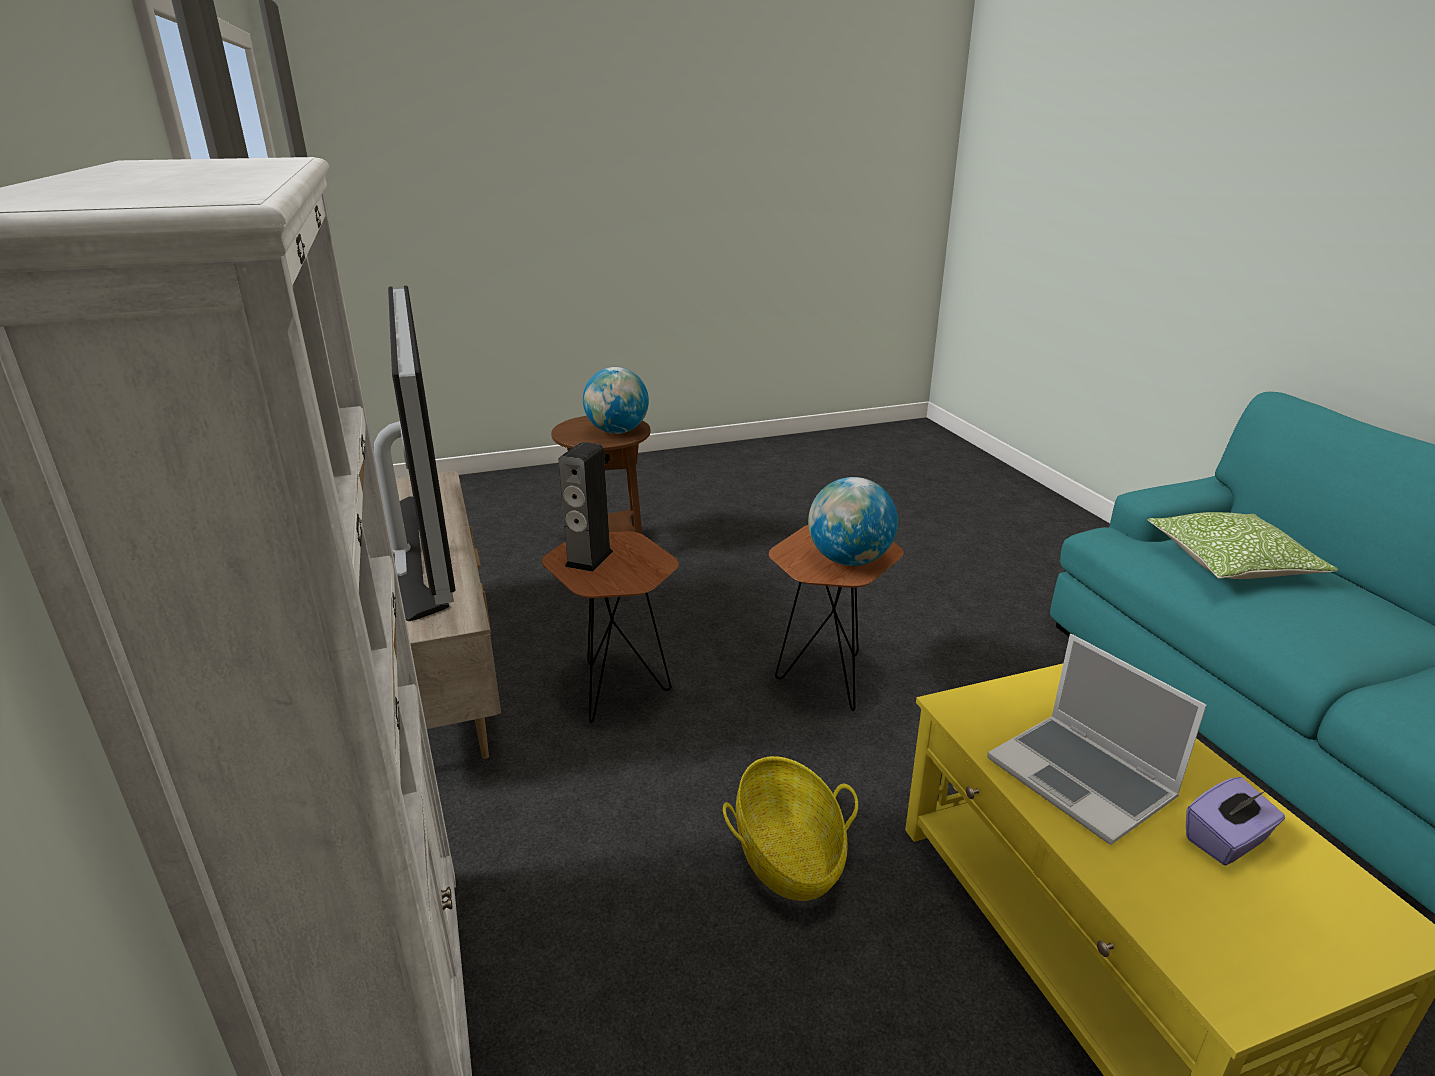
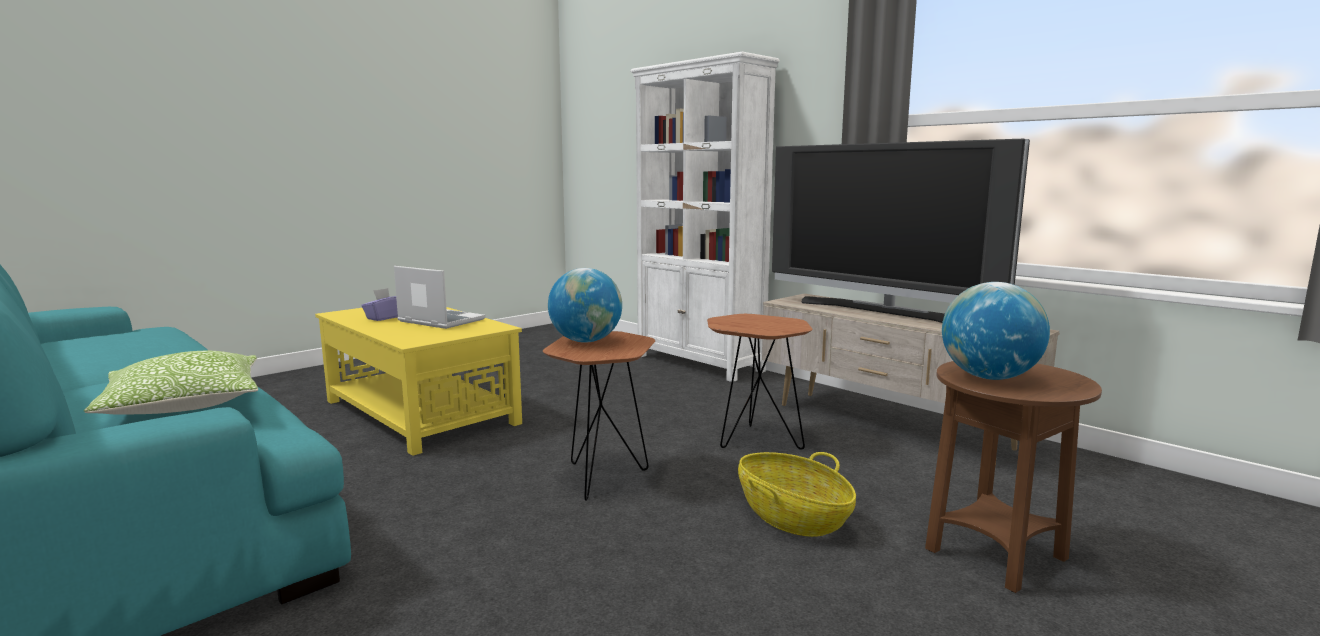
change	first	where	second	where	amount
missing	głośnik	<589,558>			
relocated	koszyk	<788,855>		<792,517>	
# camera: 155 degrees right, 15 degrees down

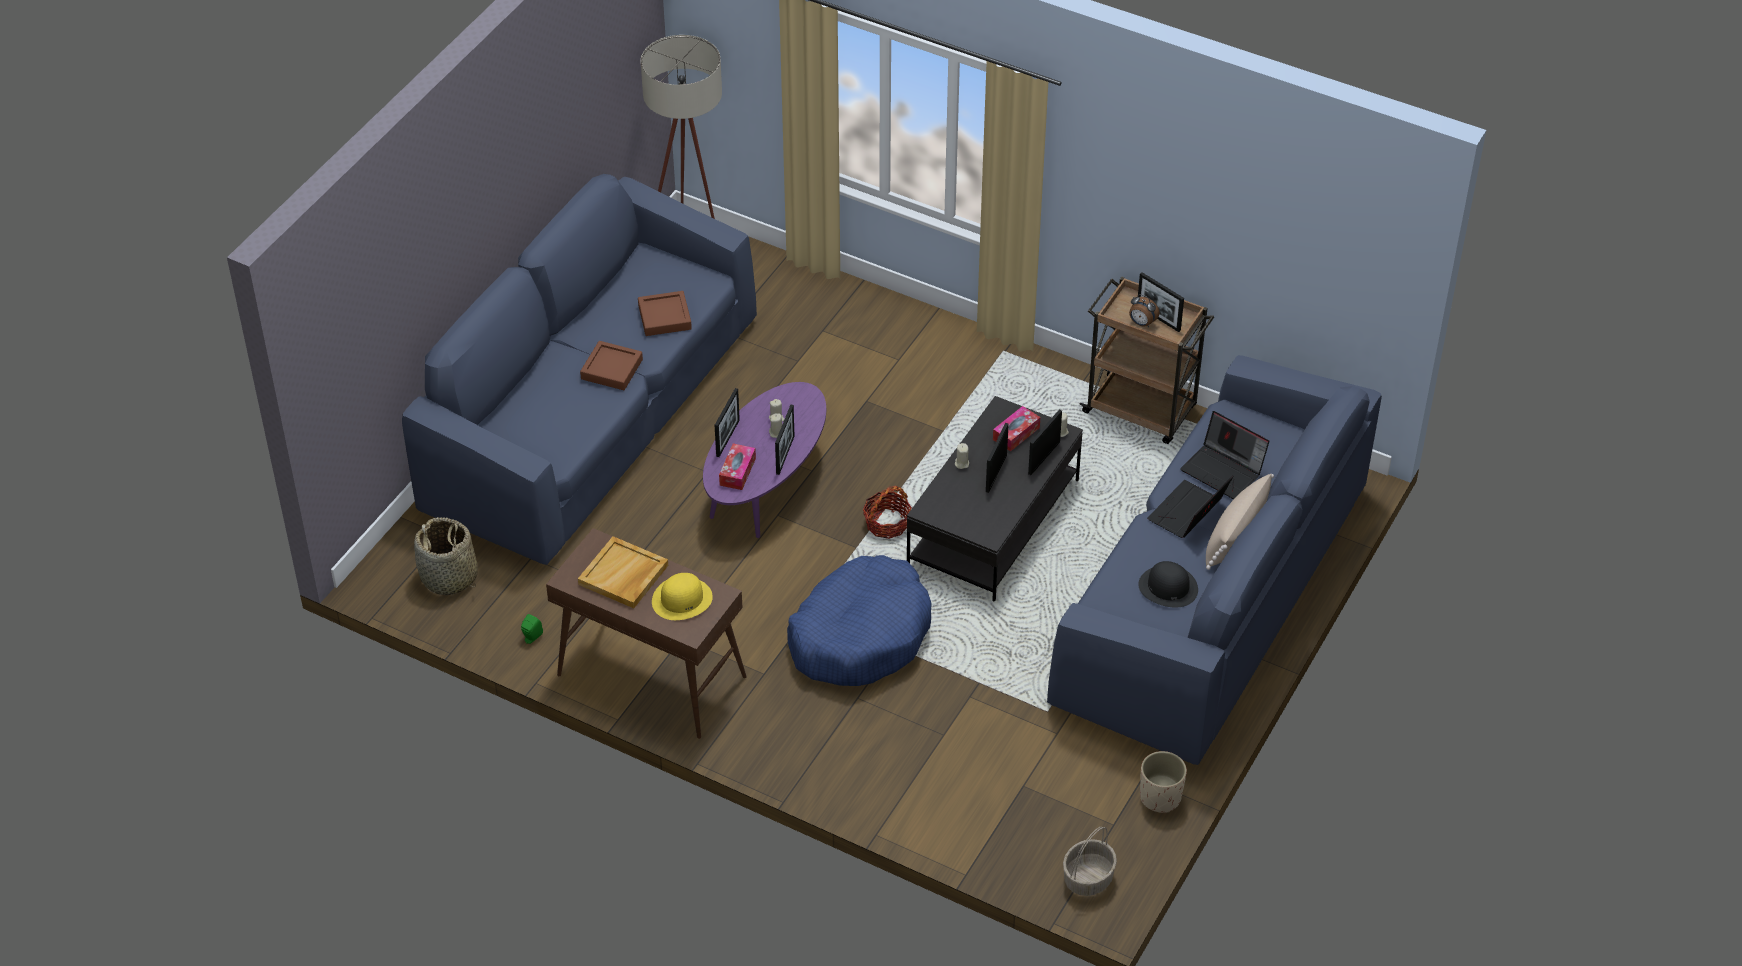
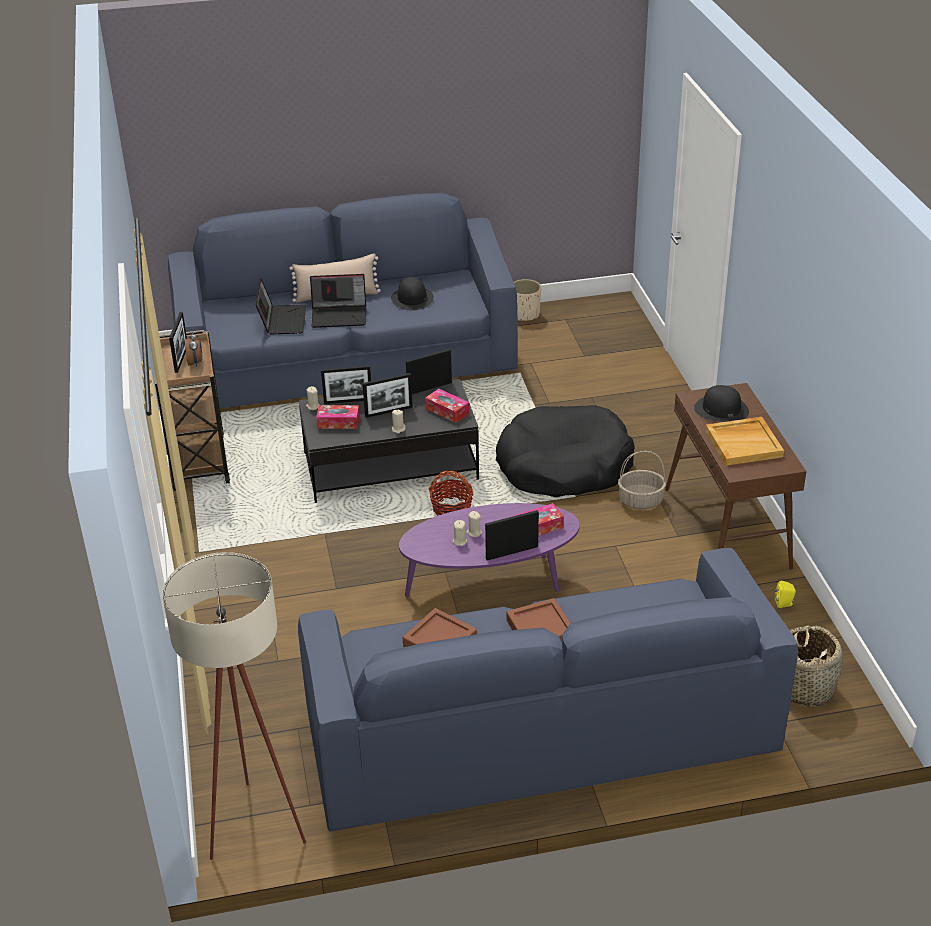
change	first	where	second	where	amount
appeared			pudełko chusteczek	<447,411>	
relocated	ramka na zdjęcie	<785,455>		<429,388>	
relocated	koszyk	<1088,878>		<640,500>	
colour	głośnik (zielony)	<531,638>	głośnik (żółty)	<784,604>	
colour	kapelusz (żółty)	<682,599>	kapelusz (czarny)	<721,409>	
colour	legowisko (niebieski)	<860,635>	legowisko (czarny)	<563,466>	
# camera: 130 degrees left, 10 degrees down

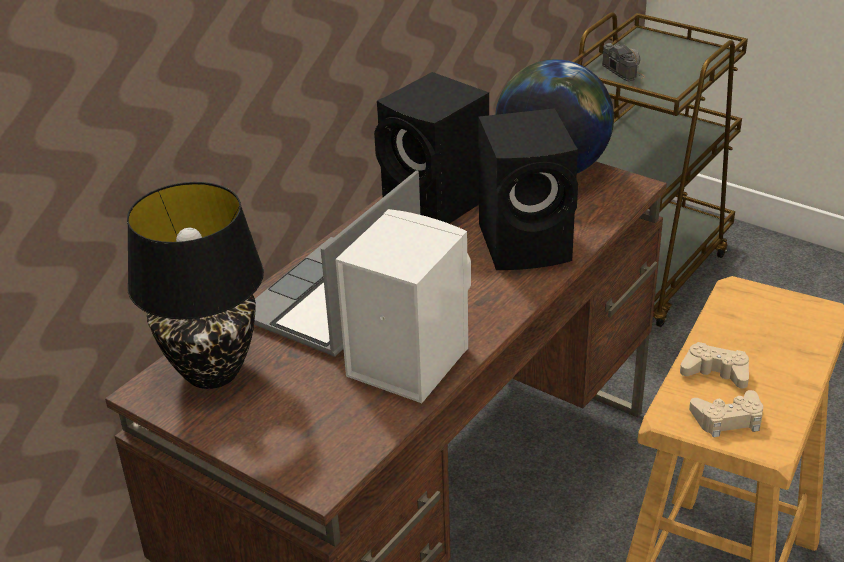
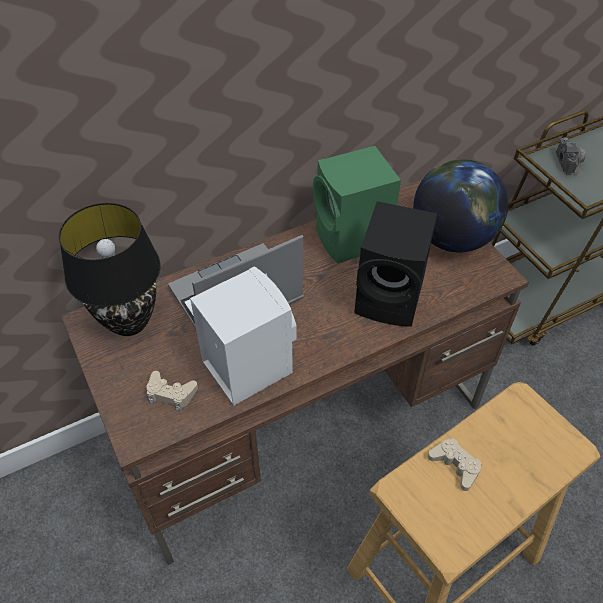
change	first	where	second	where	amount
relocated	pad do gier (beżowy)	<728,419>		<171,393>	
colour	głośnik (czarny)	<437,205>	głośnik (zielony)	<353,240>	
# camera: 25 degrees right, 15 degrees up

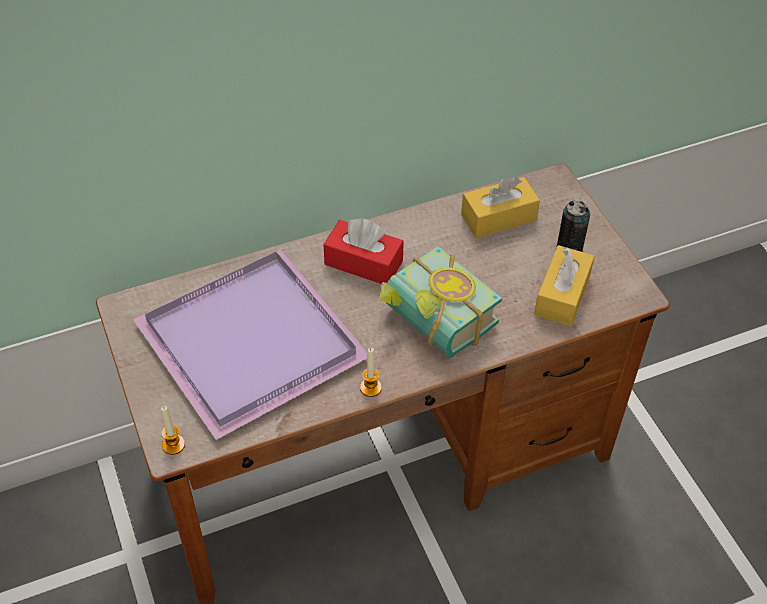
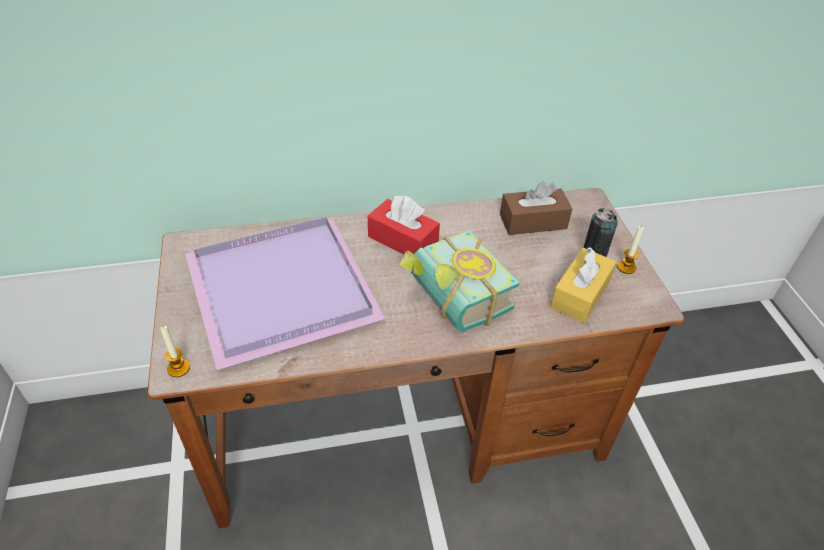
change	first	where	second	where	amount
relocated	świeca	<370,388>		<626,267>	
colour	pudełko chusteczek (żółty)	<498,217>	pudełko chusteczek (brązowy)	<533,221>	
# camera: 10 degrees right, 5 degrees down

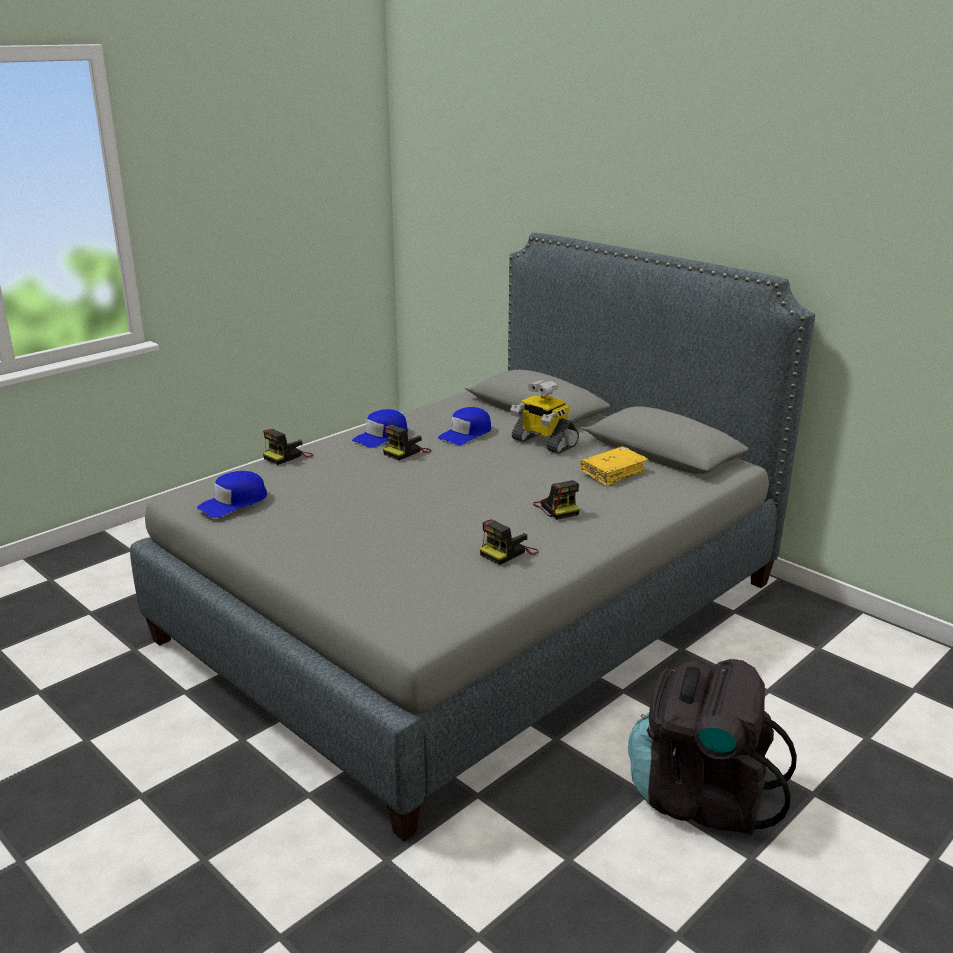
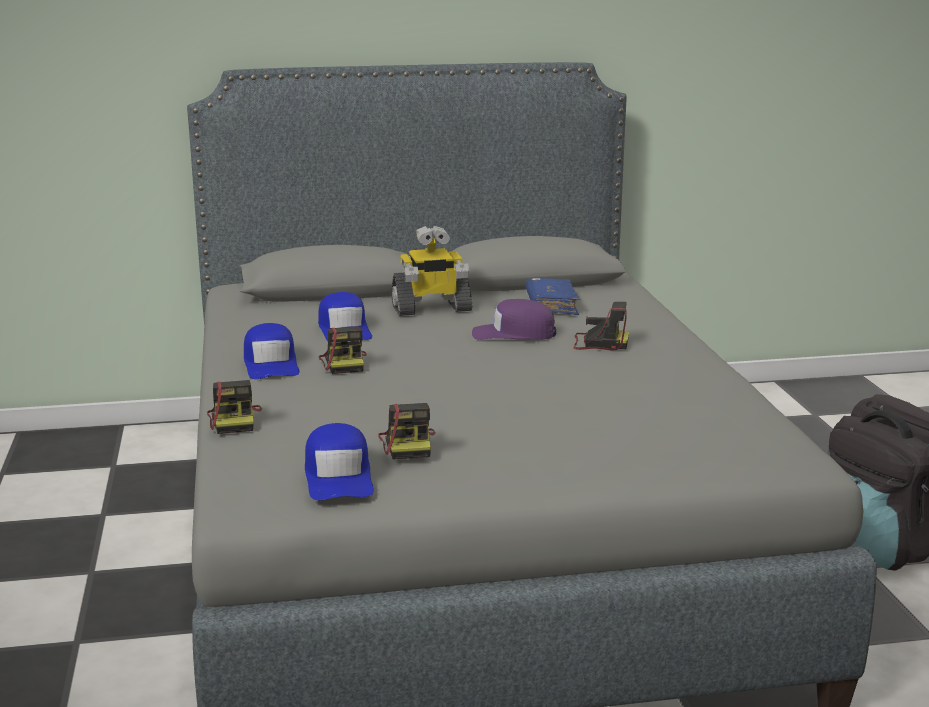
change	first	where	second	where	amount
appeared			czapka z daszkiem (fioletowy)	<513,334>	
relocated	aparat fotograficzny	<508,552>		<408,445>	
colour	książka (żółty)	<613,473>	książka (niebieski)	<551,305>	
# camera: 55 degrees left, 5 degrees down

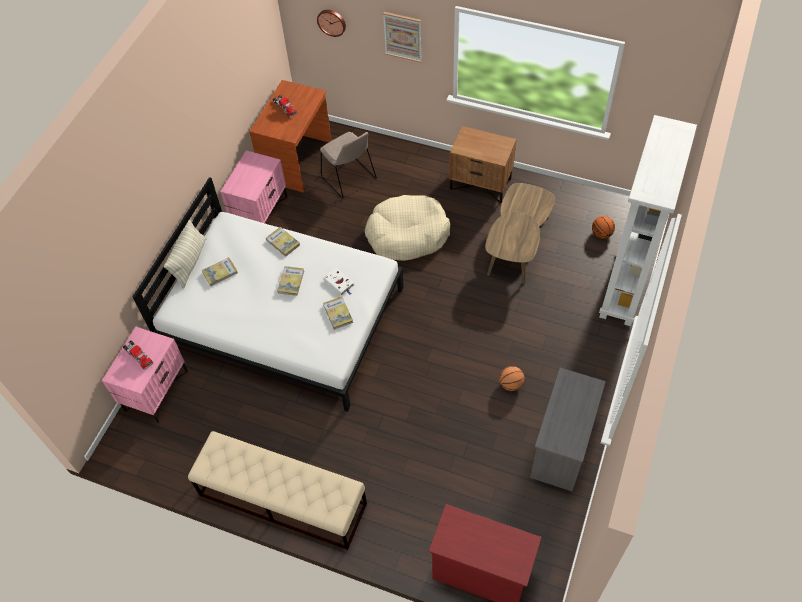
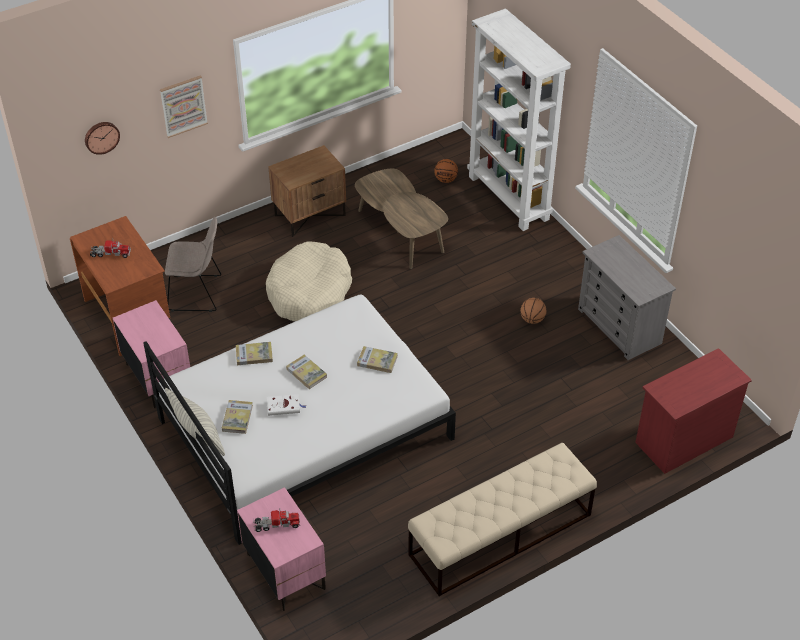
change	first	where	second	where	amount
relocated	książka (biały)	<339,283>		<284,406>	
# camera: 55 degrees left, 10 degrees down

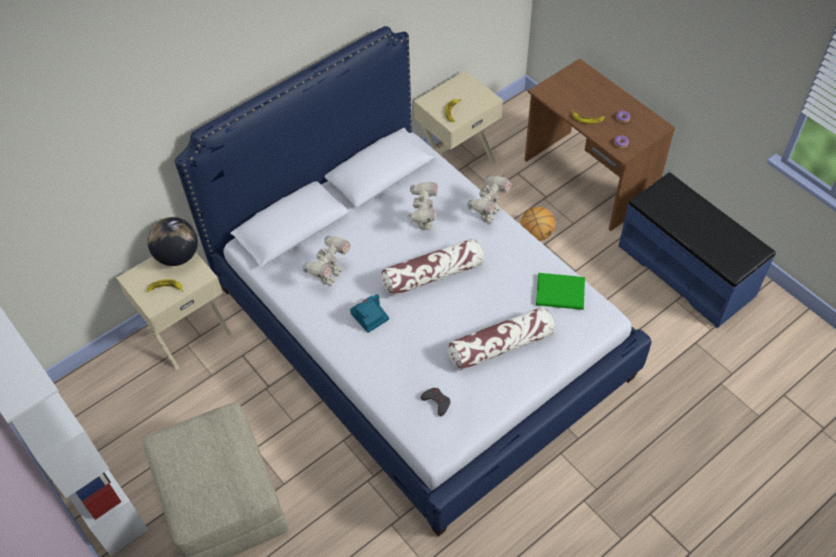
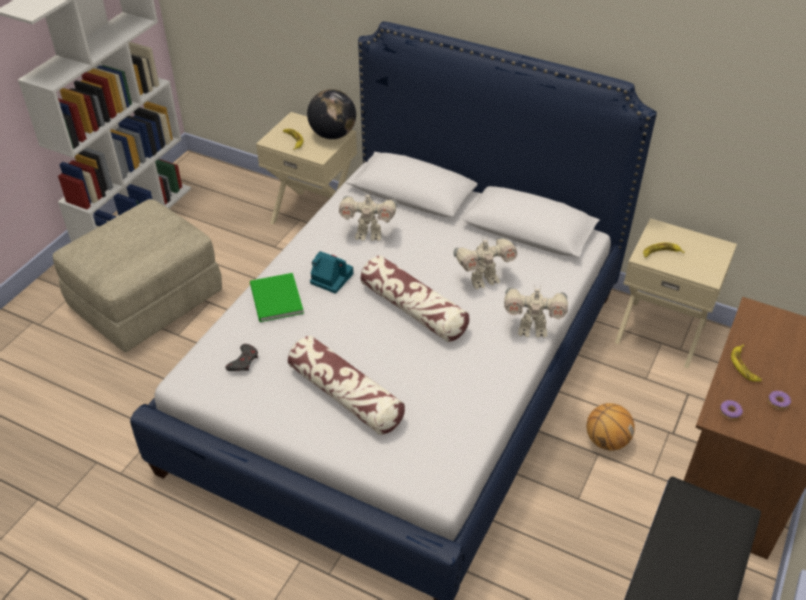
change	first	where	second	where	amount
relocated	książka (zielony)	<561,293>		<275,300>	
# camera: 65 degrees right, 10 degrees down

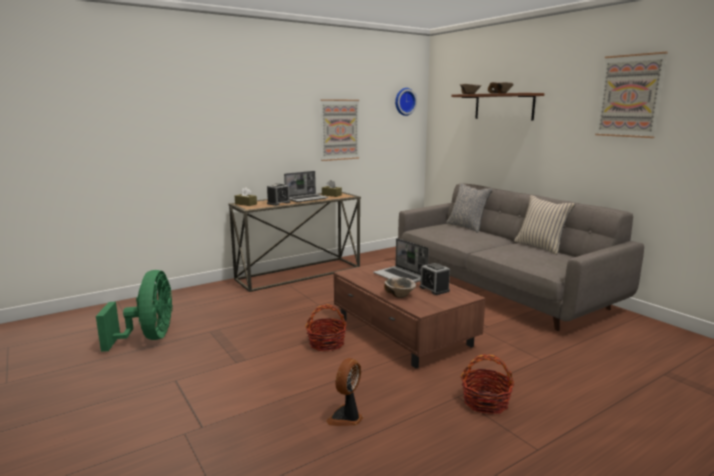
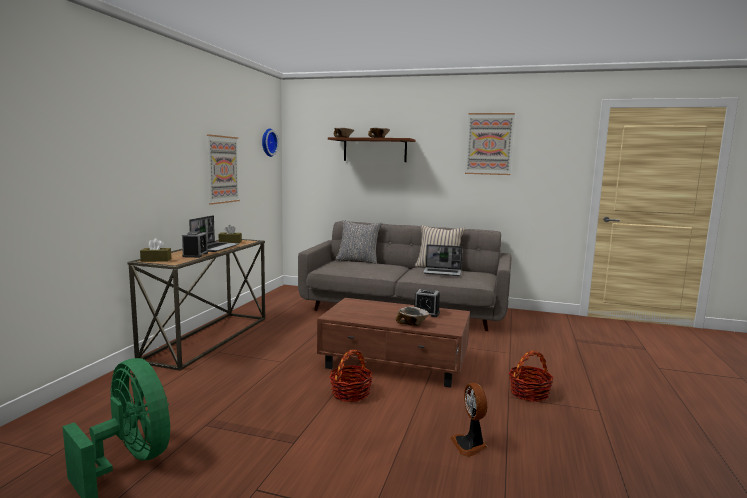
change	first	where	second	where	amount
relocated	laptop	<400,277>		<442,272>	
# camera: 40 degrees left, 5 degrees down

